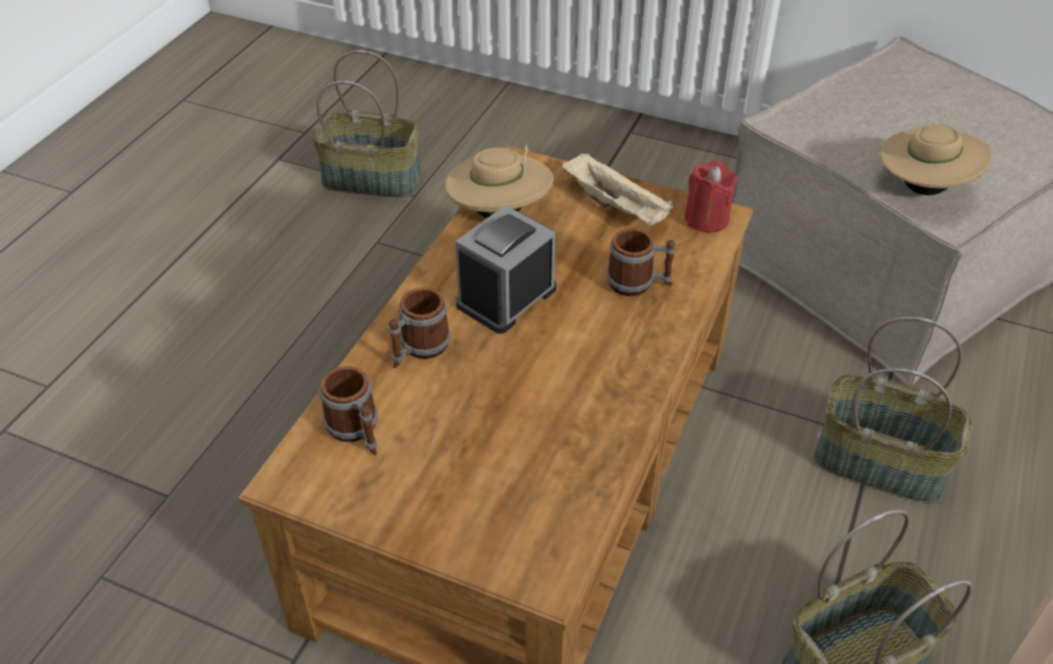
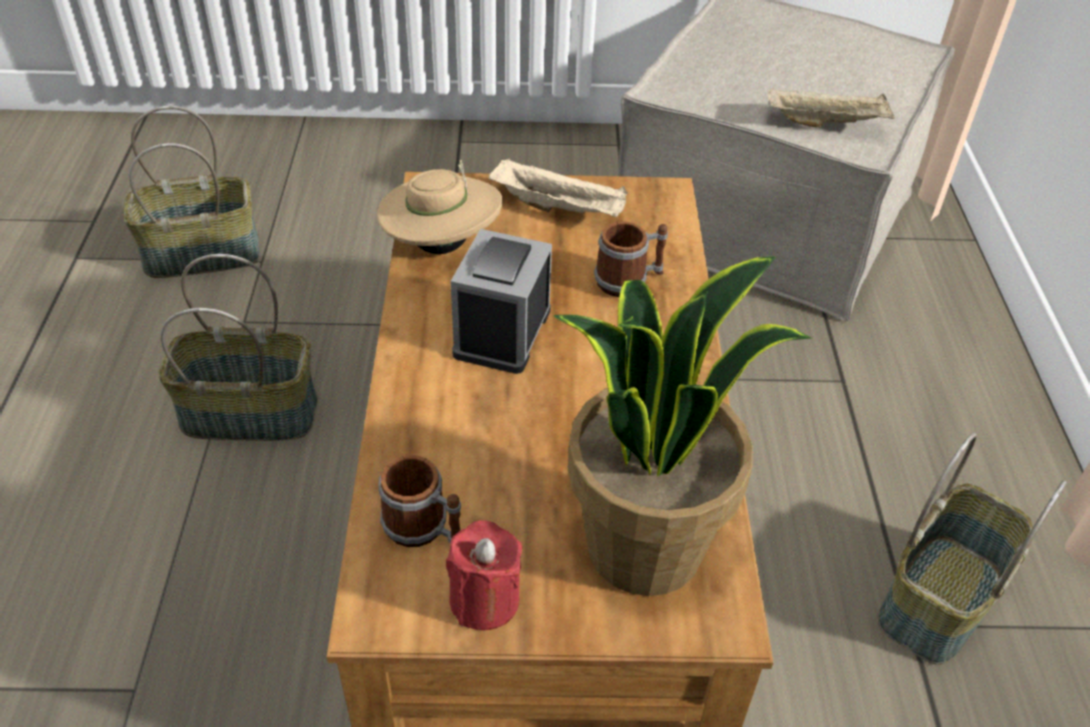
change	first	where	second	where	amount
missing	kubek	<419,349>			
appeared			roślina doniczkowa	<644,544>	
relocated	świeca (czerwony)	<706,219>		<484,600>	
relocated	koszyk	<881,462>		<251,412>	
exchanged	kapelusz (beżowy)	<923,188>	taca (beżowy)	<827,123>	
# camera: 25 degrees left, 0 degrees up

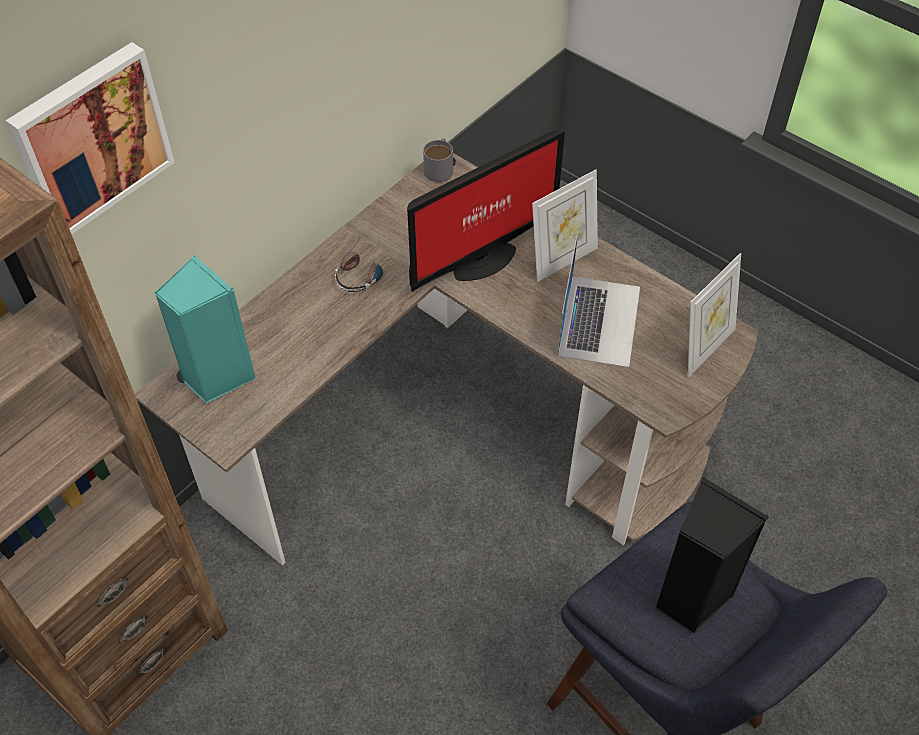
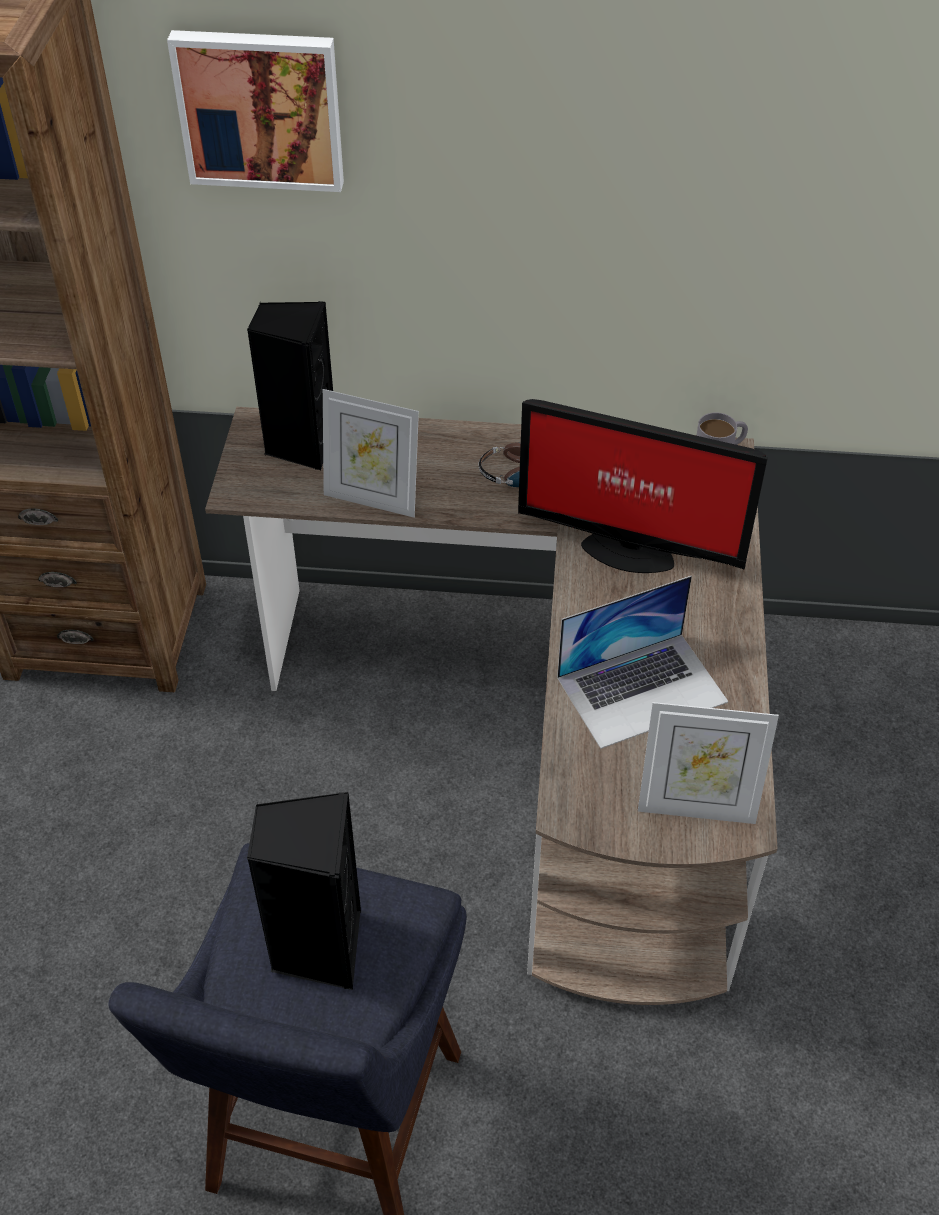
change	first	where	second	where	amount
relocated	ramka na zdjęcie	<562,260>		<372,499>	
colour	głośnik (turkusowy)	<217,376>	głośnik (czarny)	<300,444>	
# camera: 55 degrees right, 5 degrees down

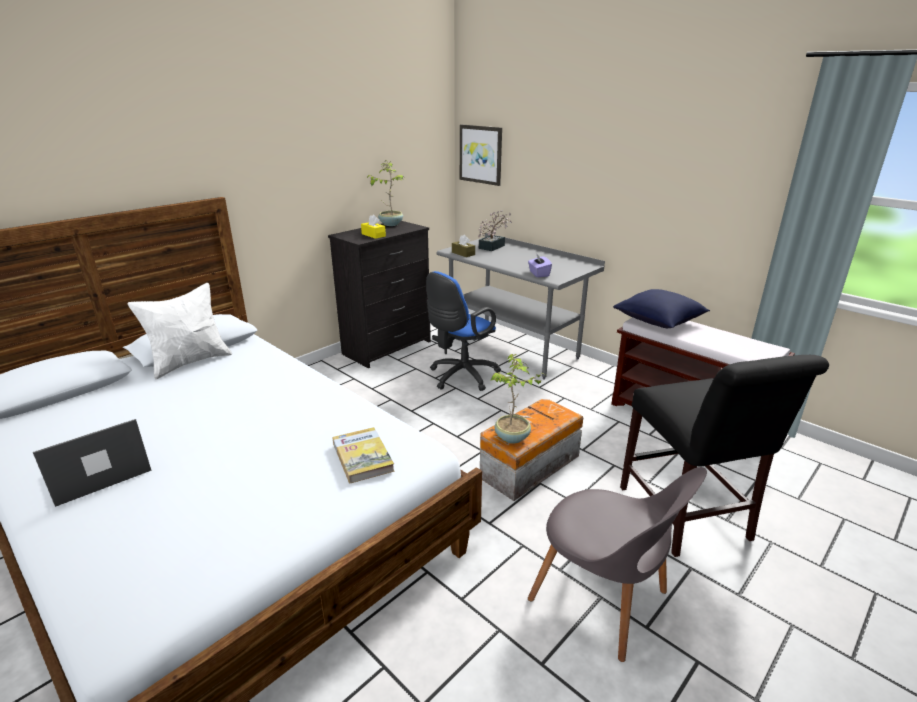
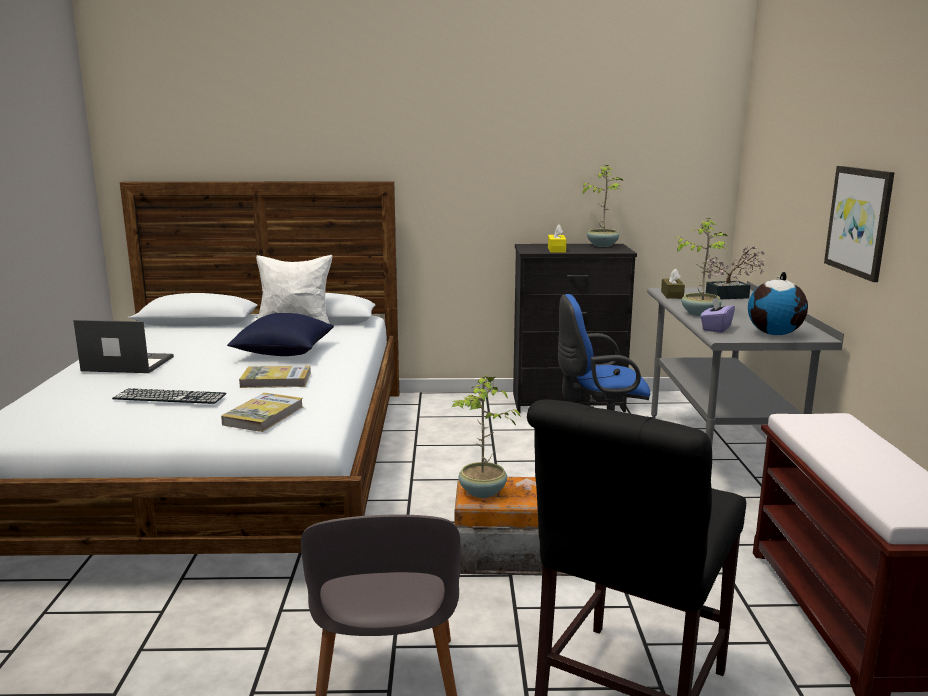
change	first	where	second	where	amount
appeared			klawiatura	<170,396>	
appeared			książka	<276,380>	
appeared			roślina doniczkowa	<700,313>	
appeared			globus	<775,334>	
relocated	obraz	<481,154>		<860,221>	
relocated	poduszka (niebieski)	<659,322>		<283,352>	
# camera: 45 degrees right, 10 degrees down

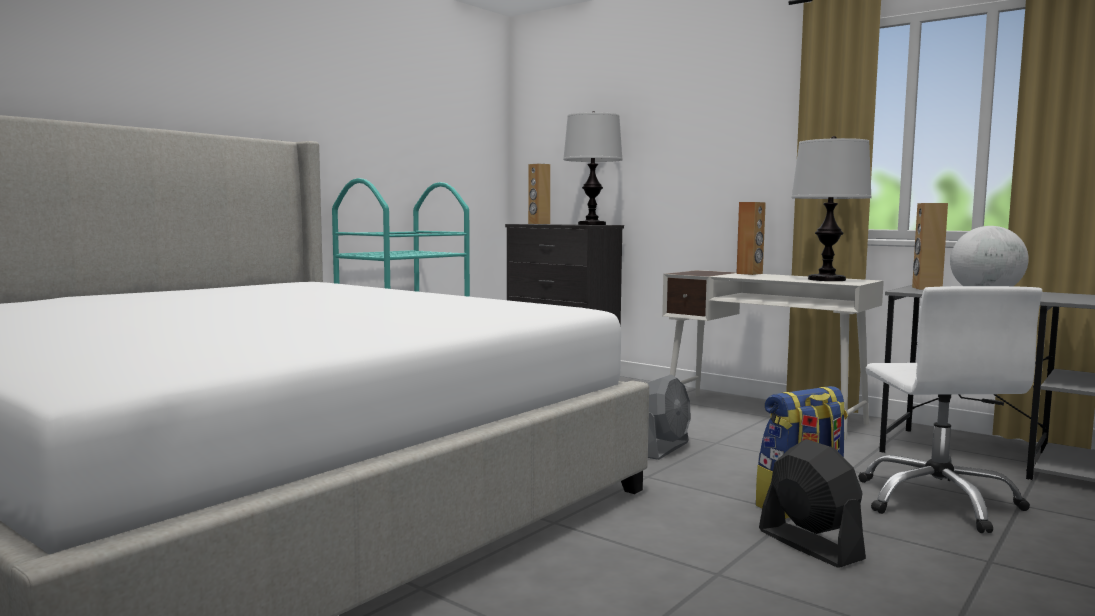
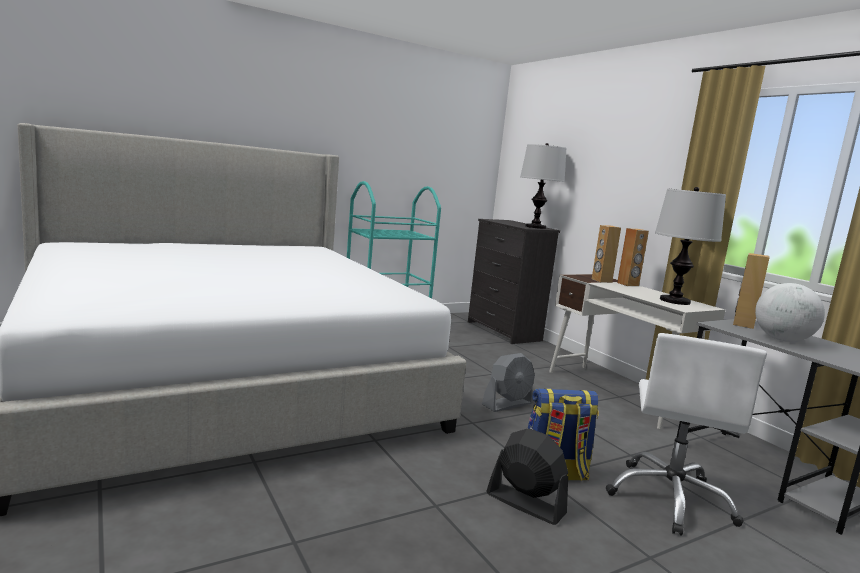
change	first	where	second	where	amount
relocated	głośnik (brązowy)	<538,224>		<601,280>	
spun	wentylator (czarny)	<809,544>		<525,503>	45 degrees counterclockwise
# camera: 20 degrees right, 5 degrees up

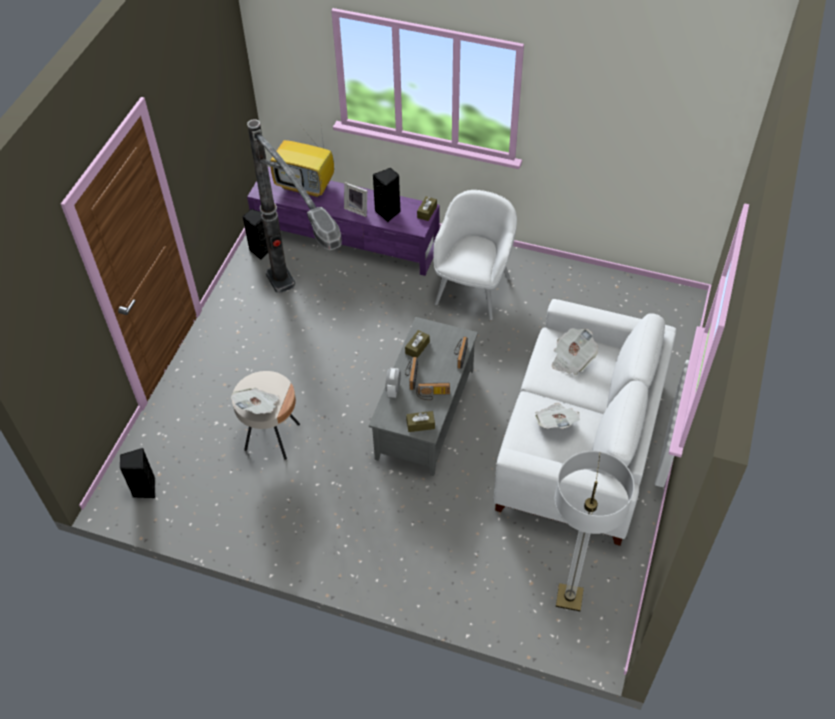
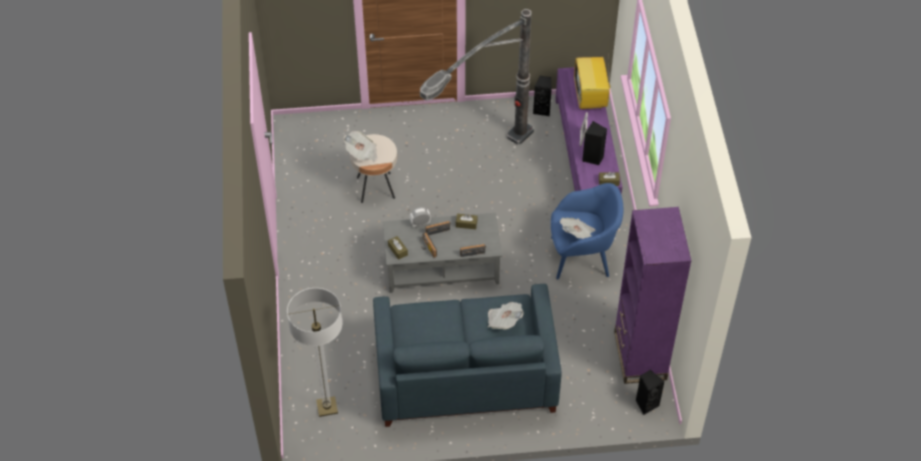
change	first	where	second	where	amount
appeared			regał (fioletowy)	<640,355>	
relocated	głośnik (czarny)	<144,489>		<646,404>	
relocated	gazeta	<556,422>		<577,234>	
colour	fotel (biały)	<473,289>	fotel (niebieski)	<582,256>	
colour	kanapa (biały)	<579,443>	kanapa (niebieski)	<464,374>	
# camera: 65 degrees right, 0 degrees up

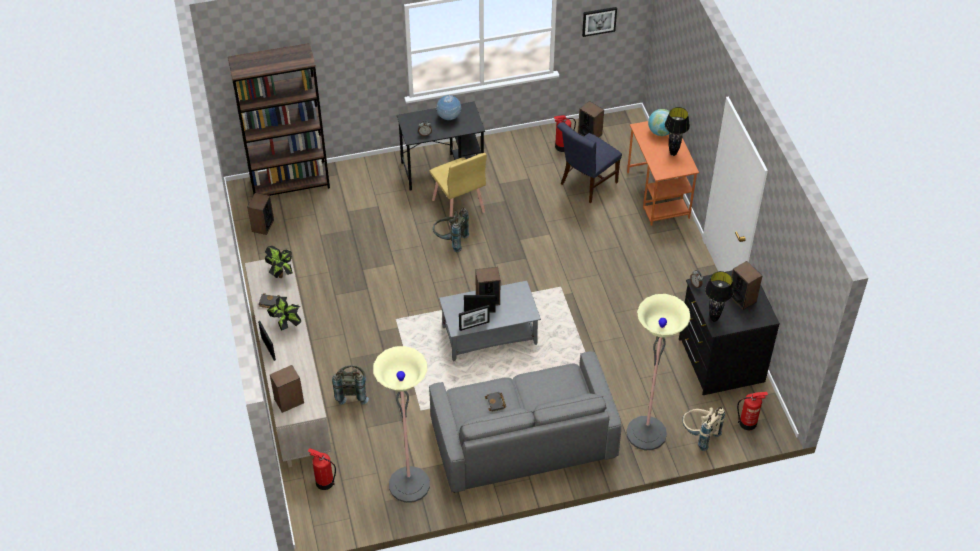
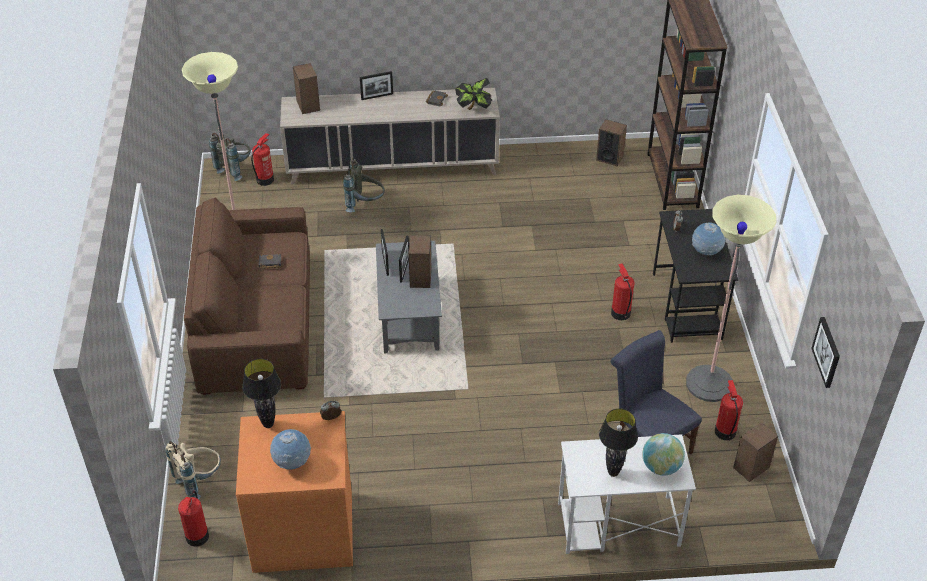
change	first	where	second	where	amount
missing	roślina doniczkowa	<286,324>			
relocated	plecak (szary)	<450,241>		<235,169>	
relocated	lampa stojąca	<646,433>		<709,384>	
exchanged	krzesło (żółty)	<458,206>	gaśnica	<620,313>	
exchanged	głośnik	<742,298>	globus	<292,463>	
colour	kanapa (szary)	<523,440>	kanapa (brązowy)	<256,323>	
colour	biurko (pomarańczowy)	<658,195>	biurko (biały)	<617,525>	
colour	komoda (czarny)	<719,360>	komoda (pomarańczowy)	<303,529>	
# camera: 100 degrees right, 5 degrees down

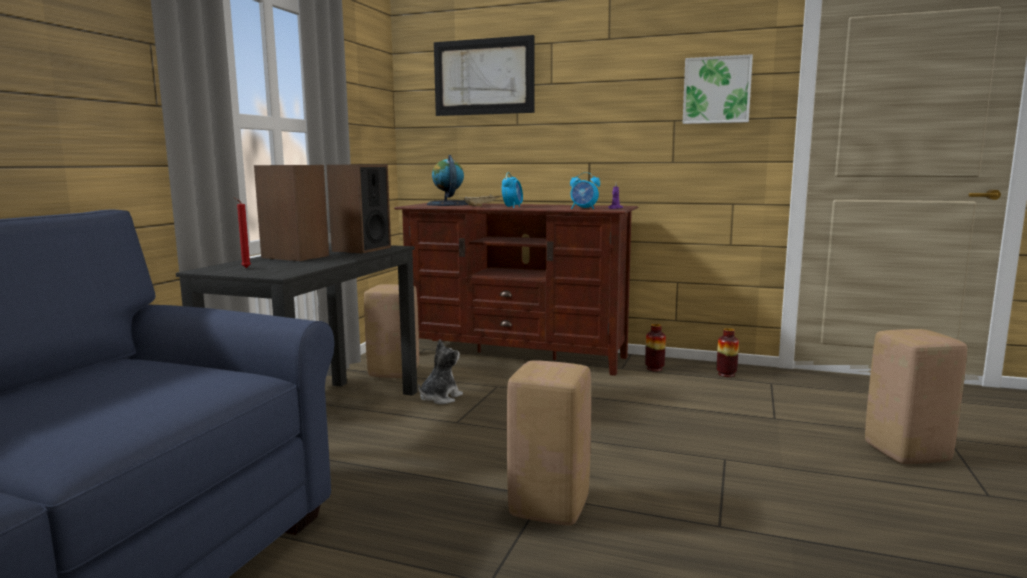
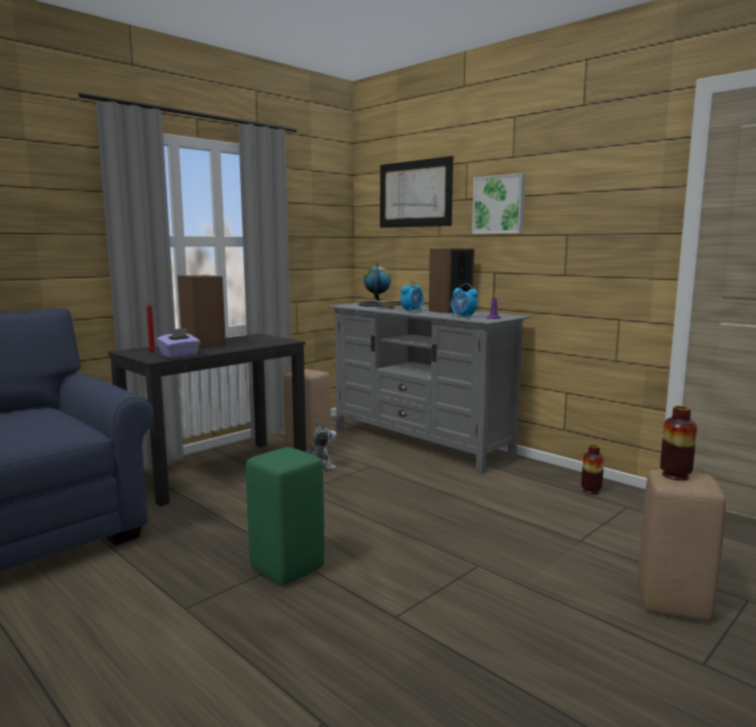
change	first	where	second	where	amount
appeared			pudełko chusteczek (fioletowy)	<179,356>	
relocated	głośnik	<361,249>		<450,310>	
relocated	wazon	<654,369>		<675,476>	
relocated	obraz	<717,90>		<499,204>	
colour	szafka pod telewizor (brązowy)	<517,355>	szafka pod telewizor (szary)	<420,442>	
colour	stołek (beżowy)	<548,507>	stołek (zielony)	<287,568>	
# camera: 25 degrees right, 0 degrees up

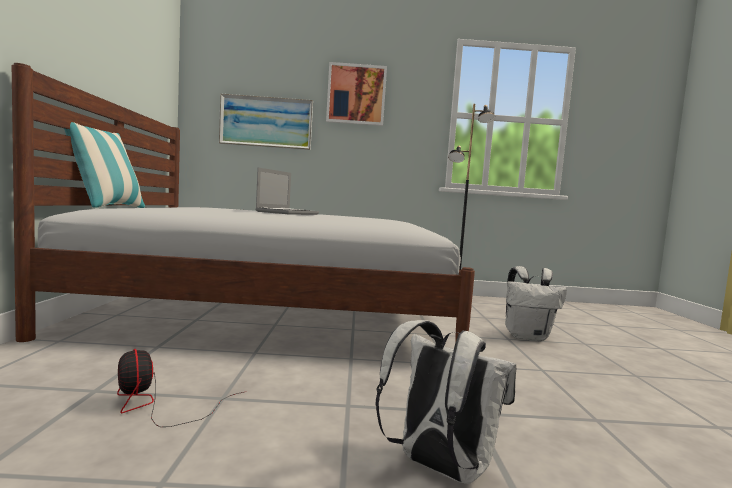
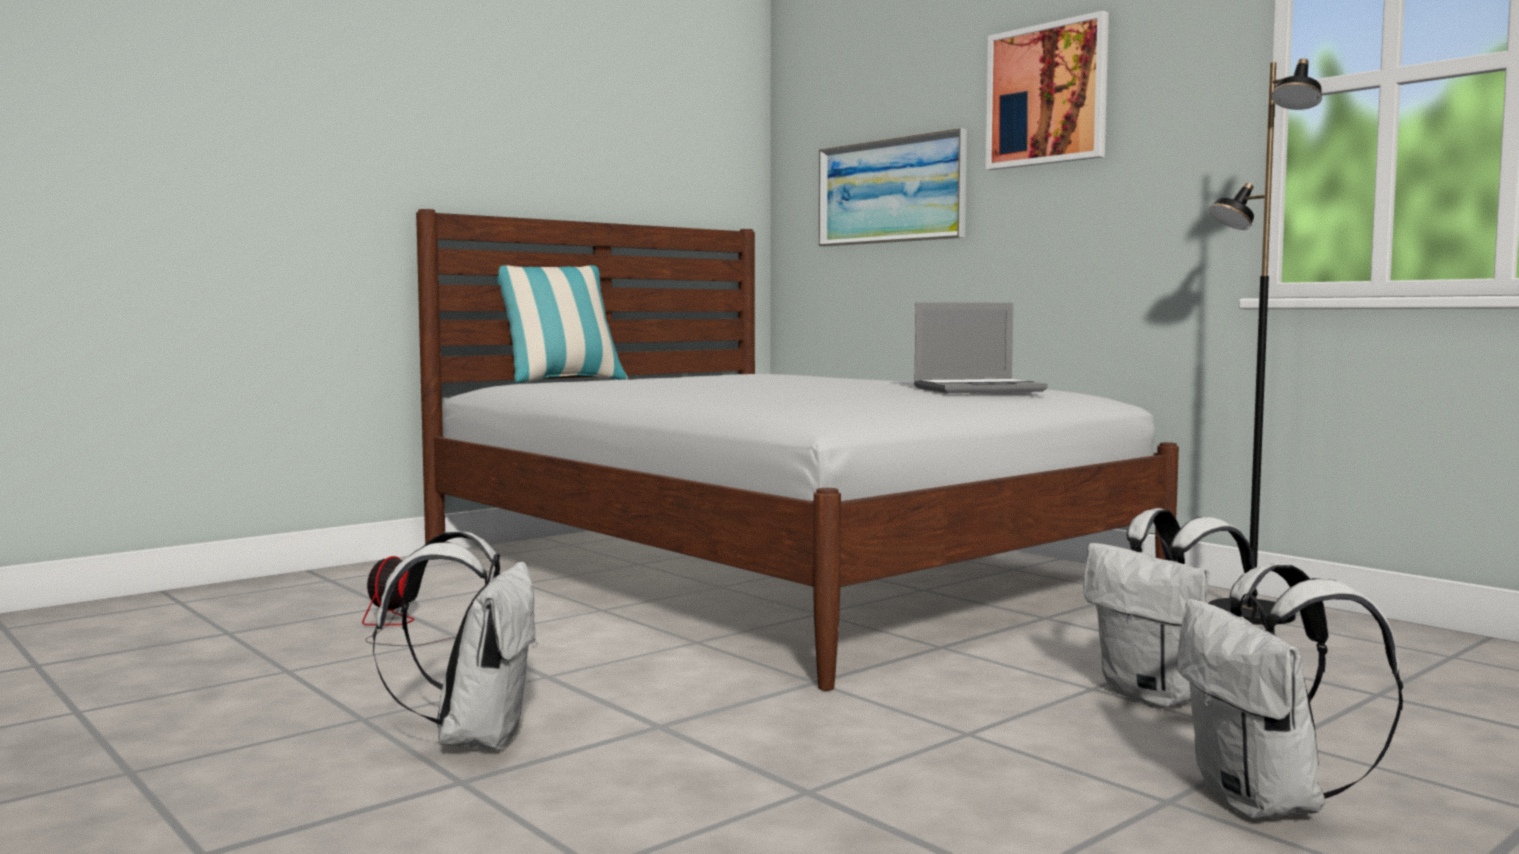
change	first	where	second	where	amount
appeared			plecak (biały)	<1267,804>	
relocated	laptop	<287,213>		<979,389>	
# camera: 50 degrees right, 0 degrees up

